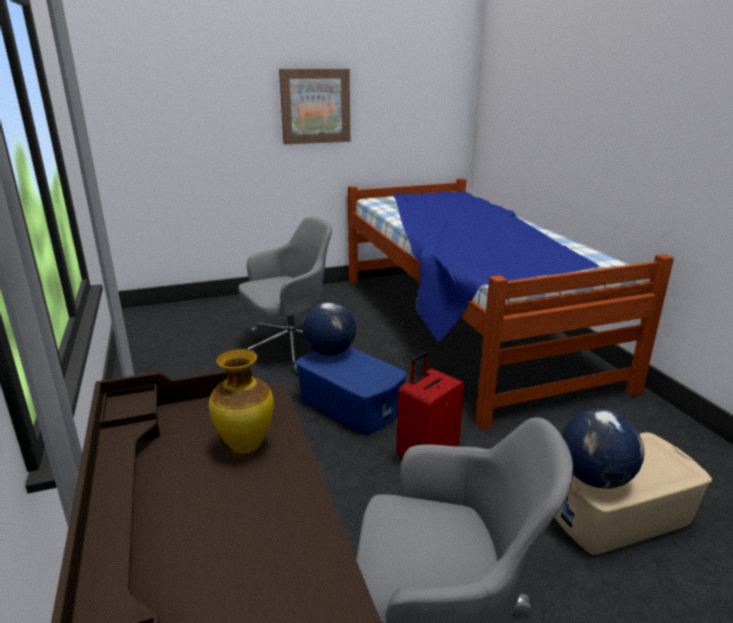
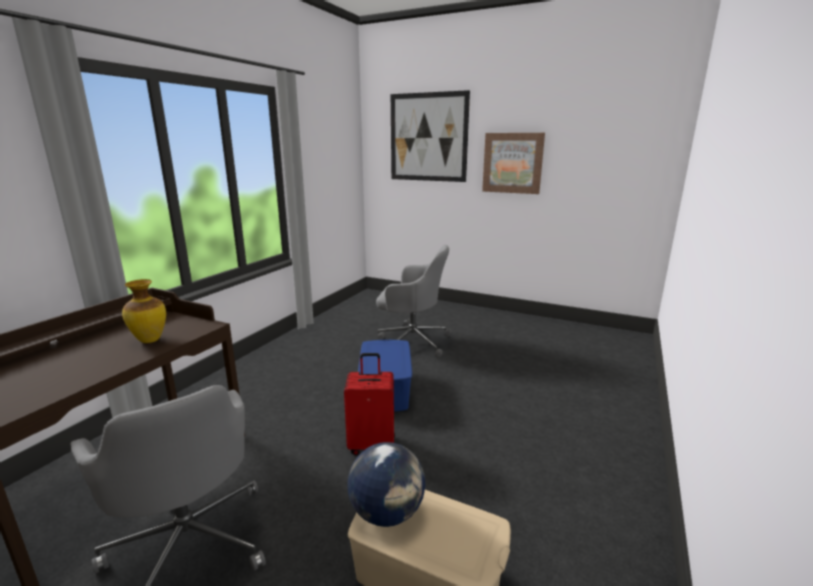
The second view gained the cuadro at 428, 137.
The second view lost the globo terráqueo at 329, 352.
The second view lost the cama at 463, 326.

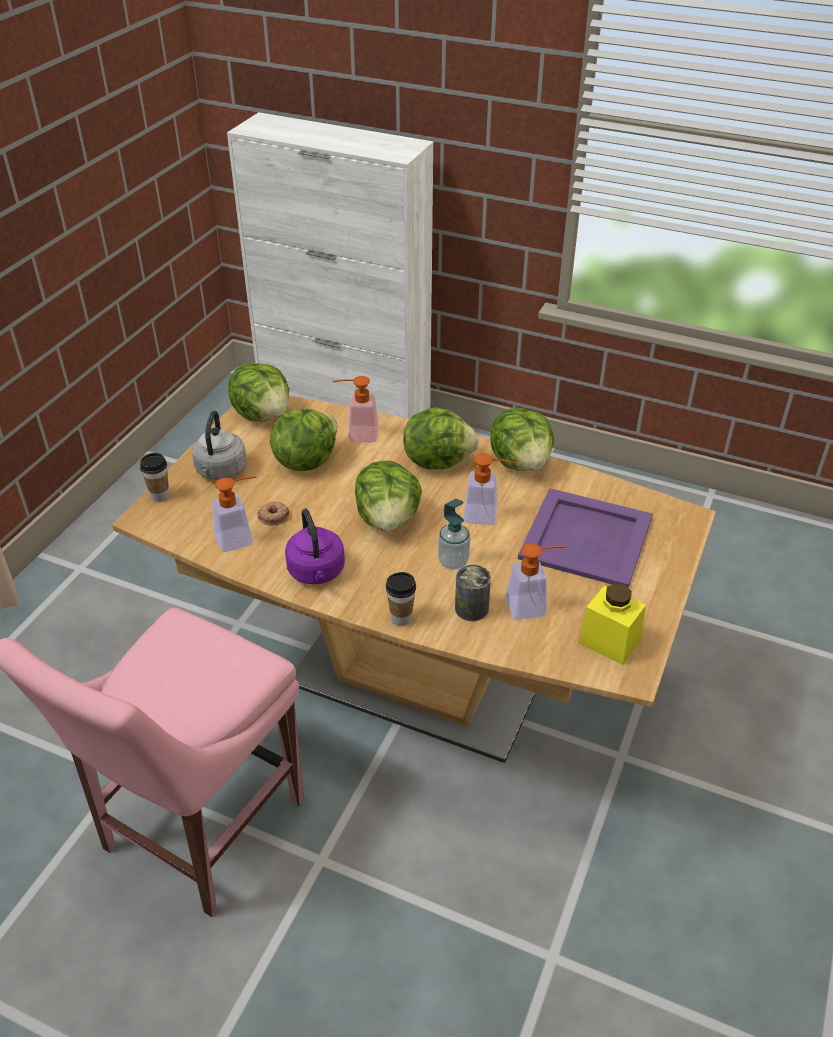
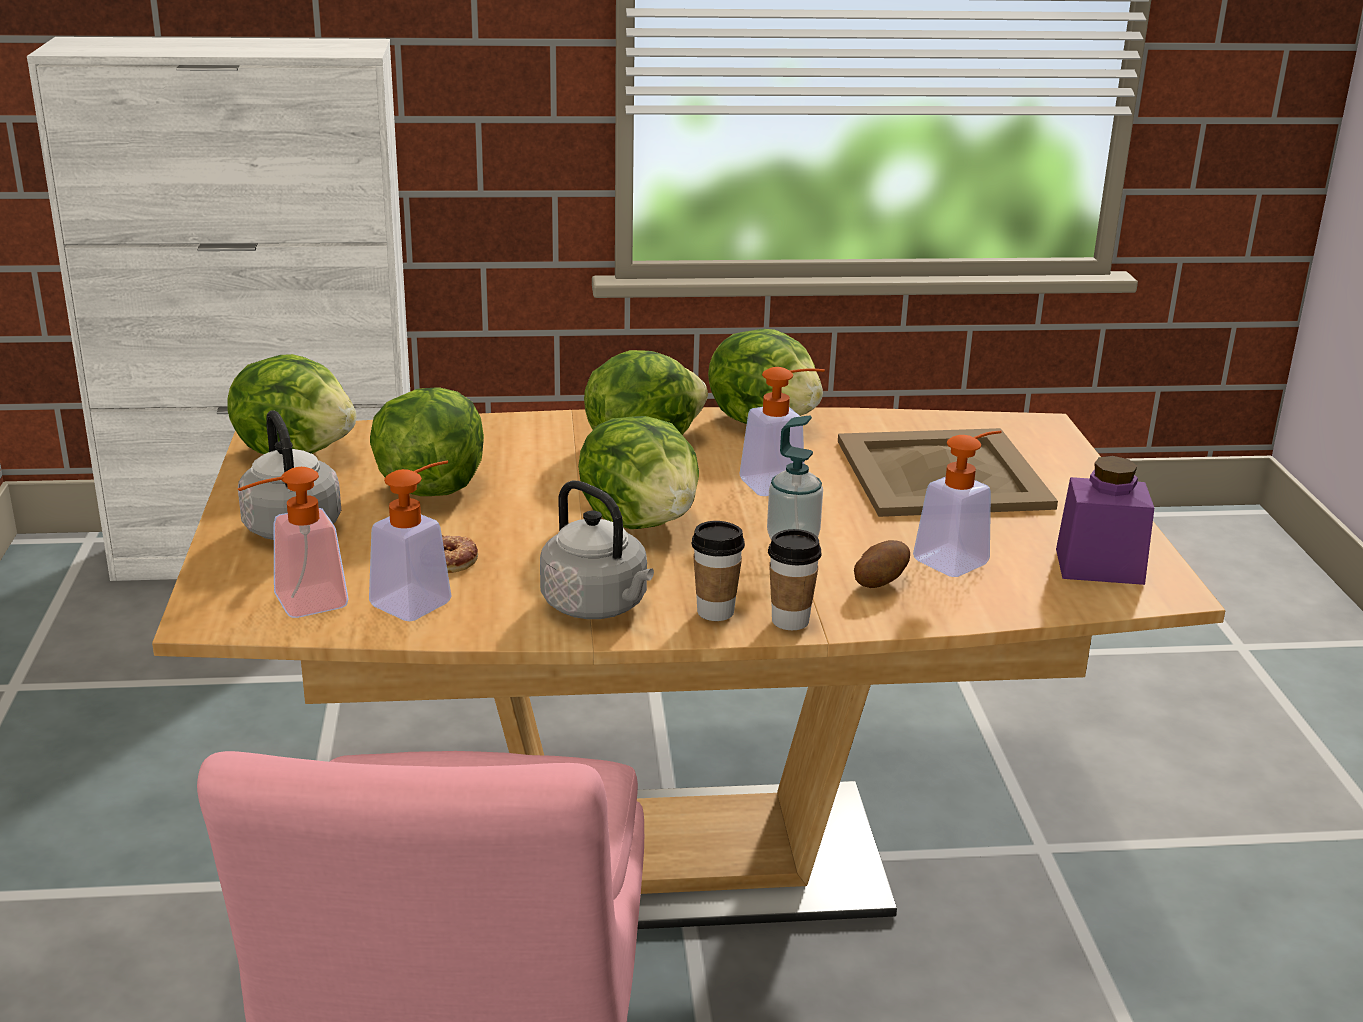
The dispensador de jabón ended up elsewhere, having gone from 357, 434 to 297, 604.
What was the hervidor (morado) at 317, 572 turned into the hervidor (gris) at 598, 606.
The taza ended up elsewhere, having gone from 160, 495 to 715, 612.
What was the bandeja (morado) at 585, 538 turned into the bandeja (beis) at 941, 475.
Where the lata stood at 471, 608, the patata came to stand at 879, 583.
What was the tarro (amarillo) at 609, 641 turned into the tarro (morado) at 1099, 566.

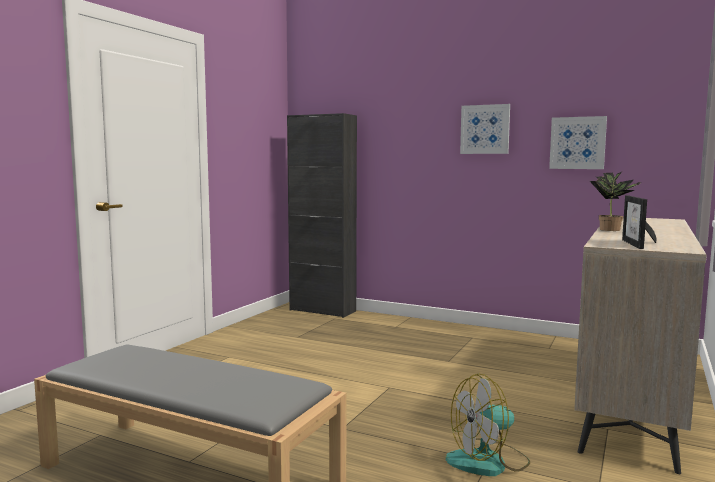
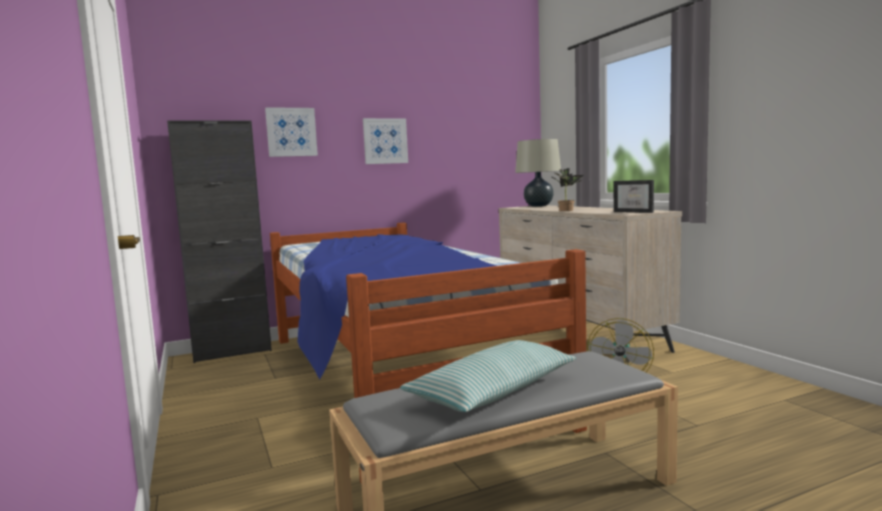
The cuadro ended up elsewhere, having gone from 577, 143 to 291, 132.
The second view gained the cama at 393, 375.
The second view gained the cojín at 493, 391.
The second view gained the lámpara de mesa (beis) at 538, 206.

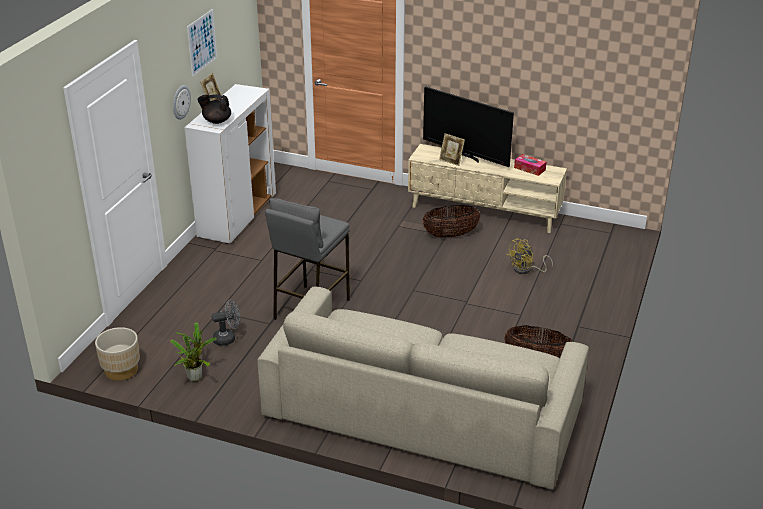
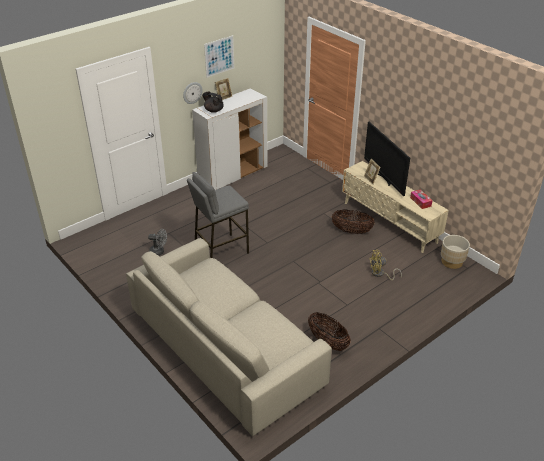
The maceta (beis) ended up elsewhere, having gone from 121, 370 to 452, 262.
The second view lost the planta en maceta at 196, 376.

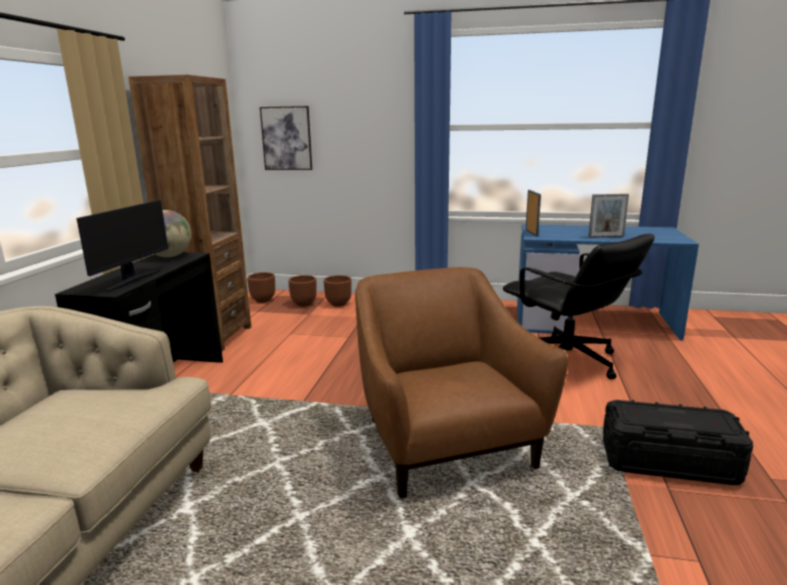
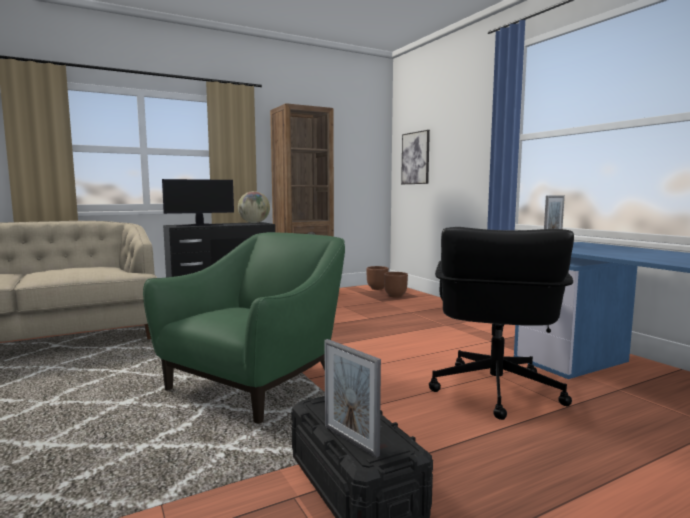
What was the sillón (marrón) at 444, 443 turned into the sillón (verde) at 256, 383.
The portarretratos ended up elsewhere, having gone from 606, 237 to 350, 440.
The second view lost the maceta (marrón) at 338, 304.

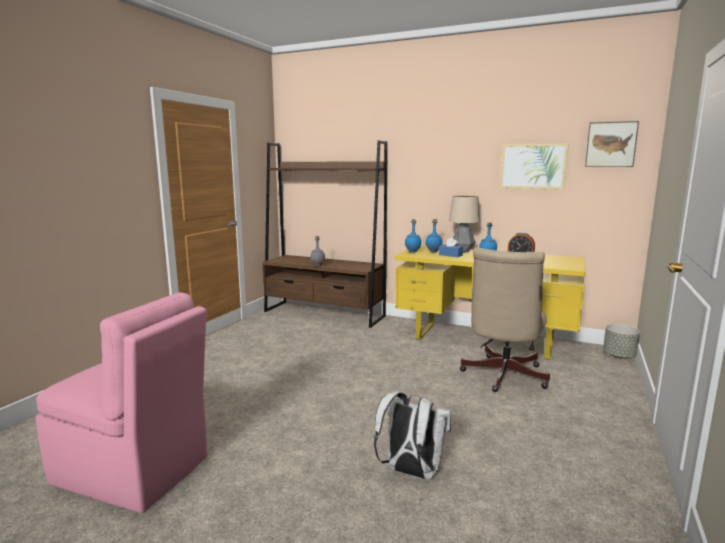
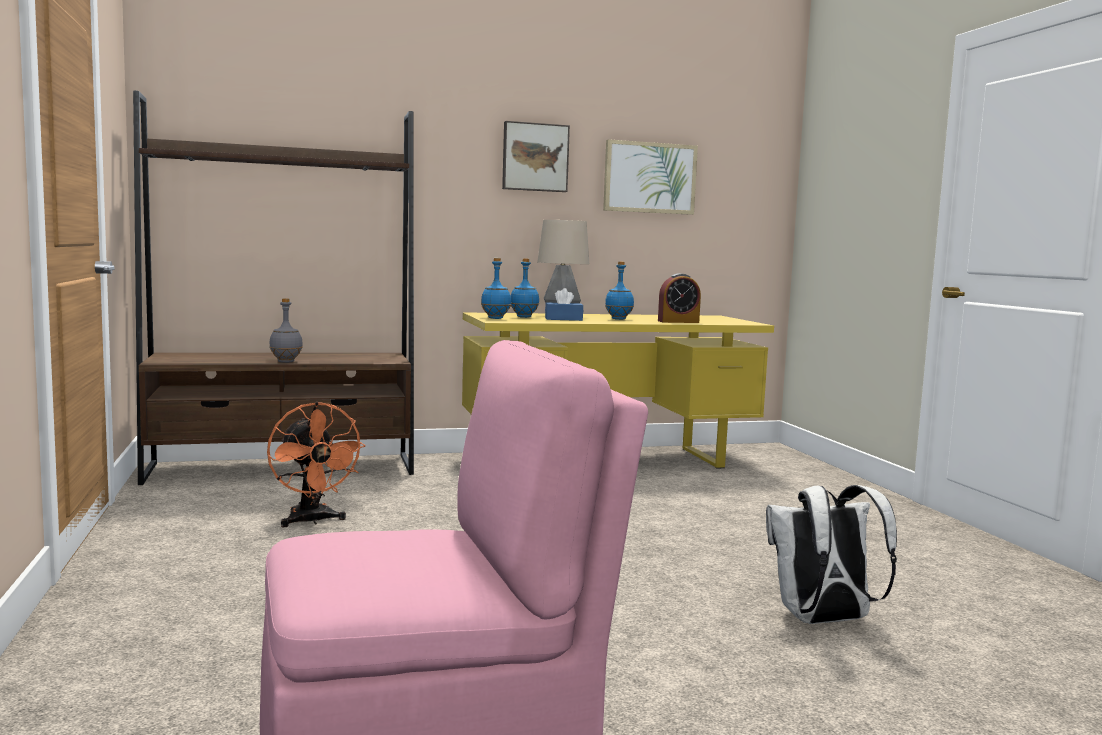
The second view gained the ventilador (naranja) at 312, 521.
The cuadro ended up elsewhere, having gone from 611, 144 to 535, 157.
The second view lost the silla de oficina (beis) at 502, 376.
The second view lost the maceta (gris) at 619, 356.

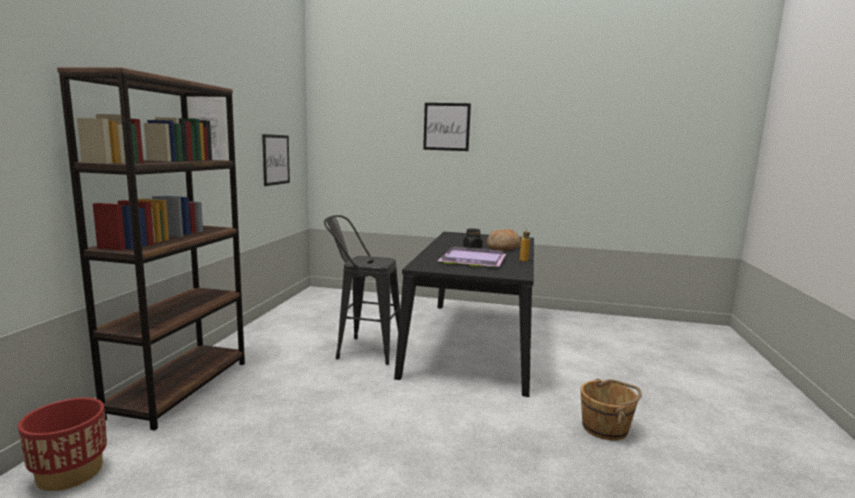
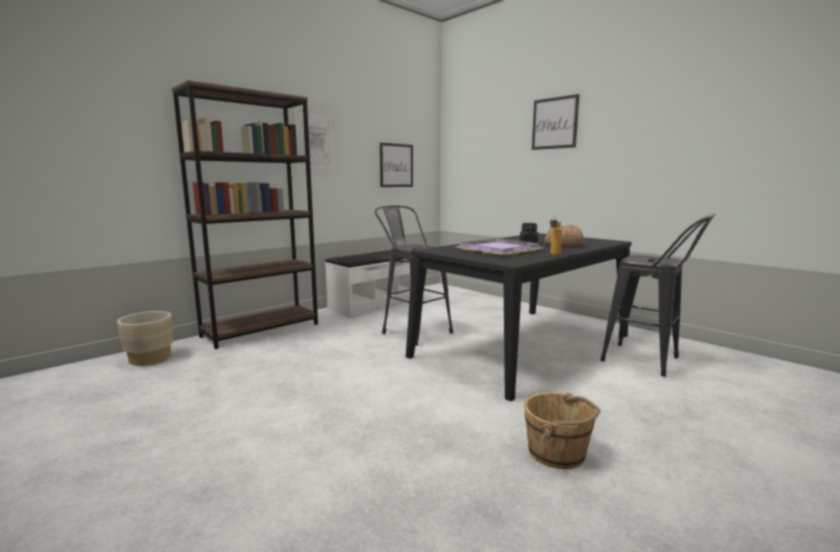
What was the maceta (rojo) at 70, 473 turned into the maceta (beis) at 150, 358.
The second view gained the banco (blanco) at 375, 303.
The second view gained the taburete (negro) at 649, 362.

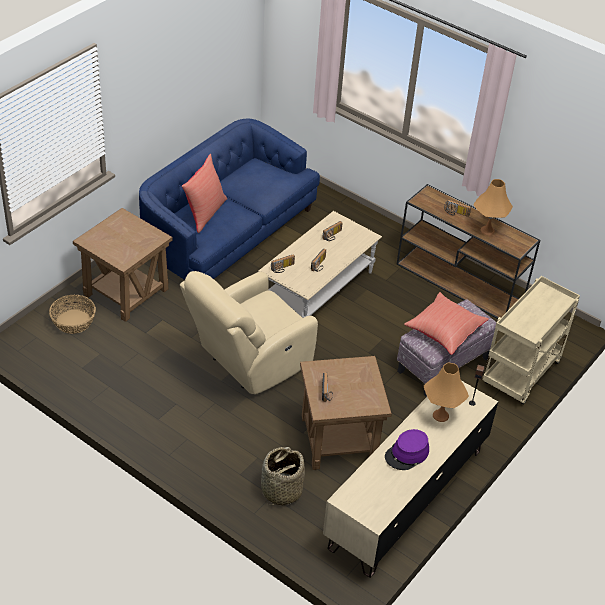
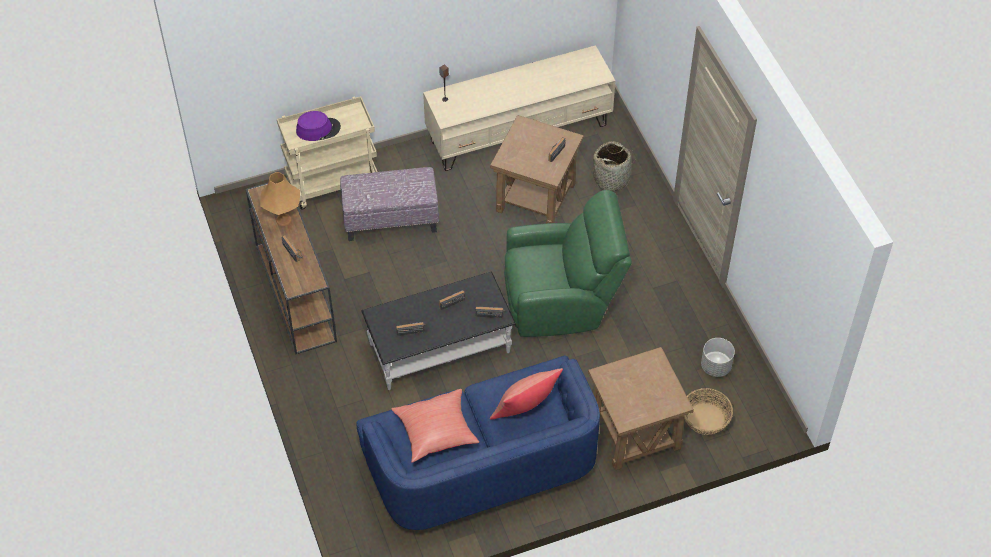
The sombrero (morado) ended up elsewhere, having gone from 407, 454 to 318, 129.
What was the mesa de centro (beis) at 318, 289 turned into the mesa de centro (negro) at 439, 348.
The cojín (rojo) ended up elsewhere, having gone from 444, 331 to 436, 433.
What was the sillón (beis) at 248, 361 turned into the sillón (verde) at 562, 300.
The second view gained the maceta (gris) at 716, 366.
The second view lost the lámpara de mesa (naranja) at 440, 415.

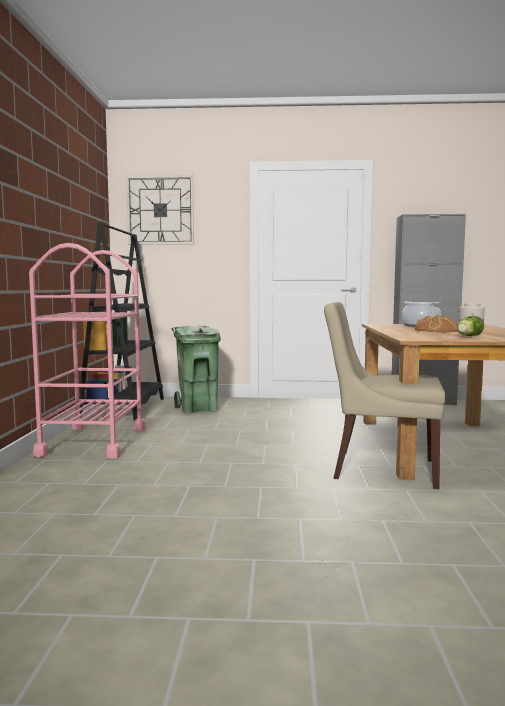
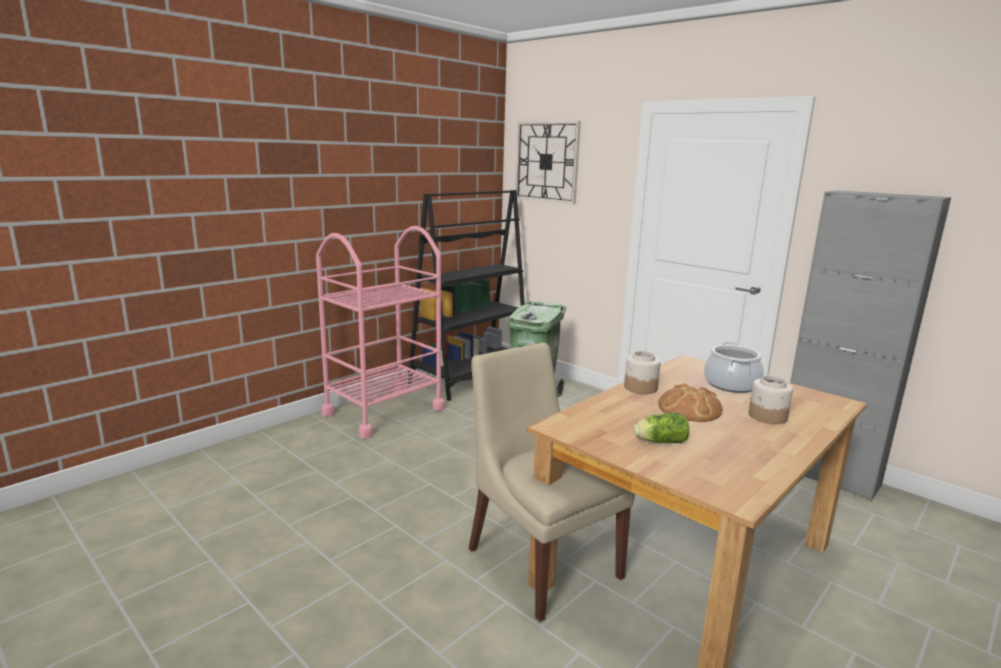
The second view gained the tarro at 640, 388.

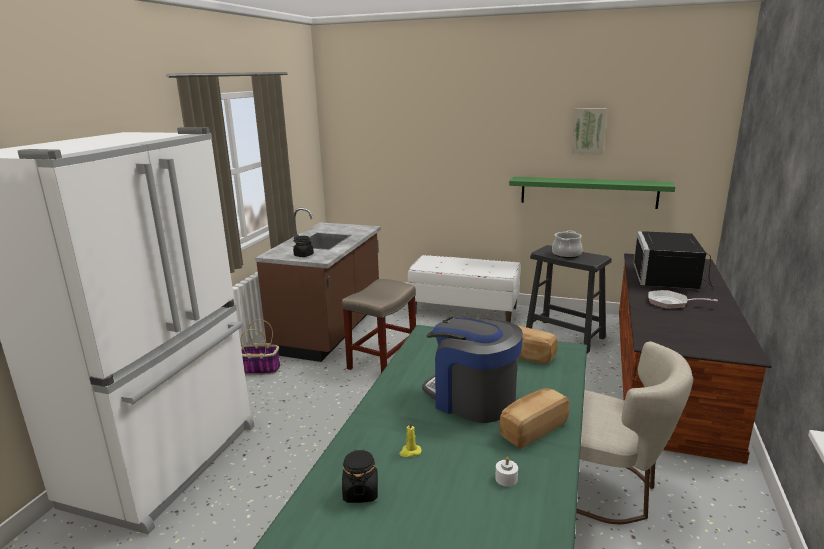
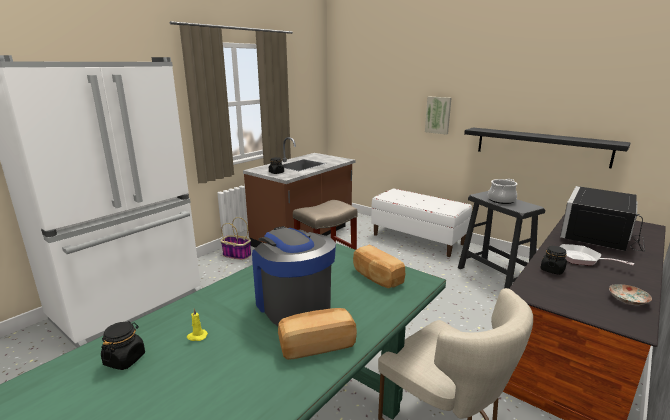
The cuadro ended up elsewhere, having gone from 588, 131 to 438, 115.
What was the estante (verde) at 588, 192 turned into the estante (negro) at 541, 146.
The second view gained the tarro (negro) at 552, 270.
The second view gained the plato at 627, 300.
The second view lost the vela (blanco) at 506, 478.

